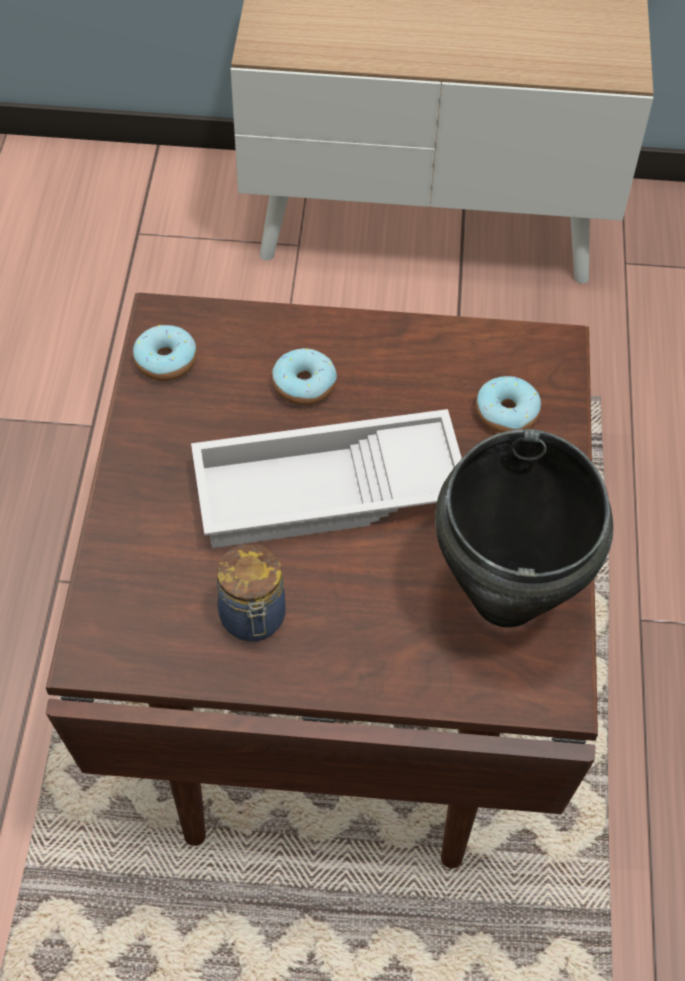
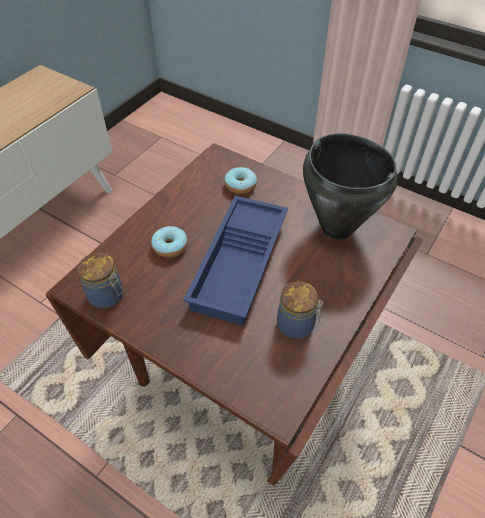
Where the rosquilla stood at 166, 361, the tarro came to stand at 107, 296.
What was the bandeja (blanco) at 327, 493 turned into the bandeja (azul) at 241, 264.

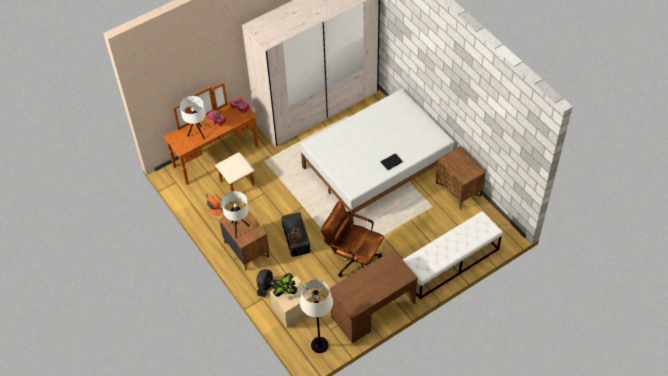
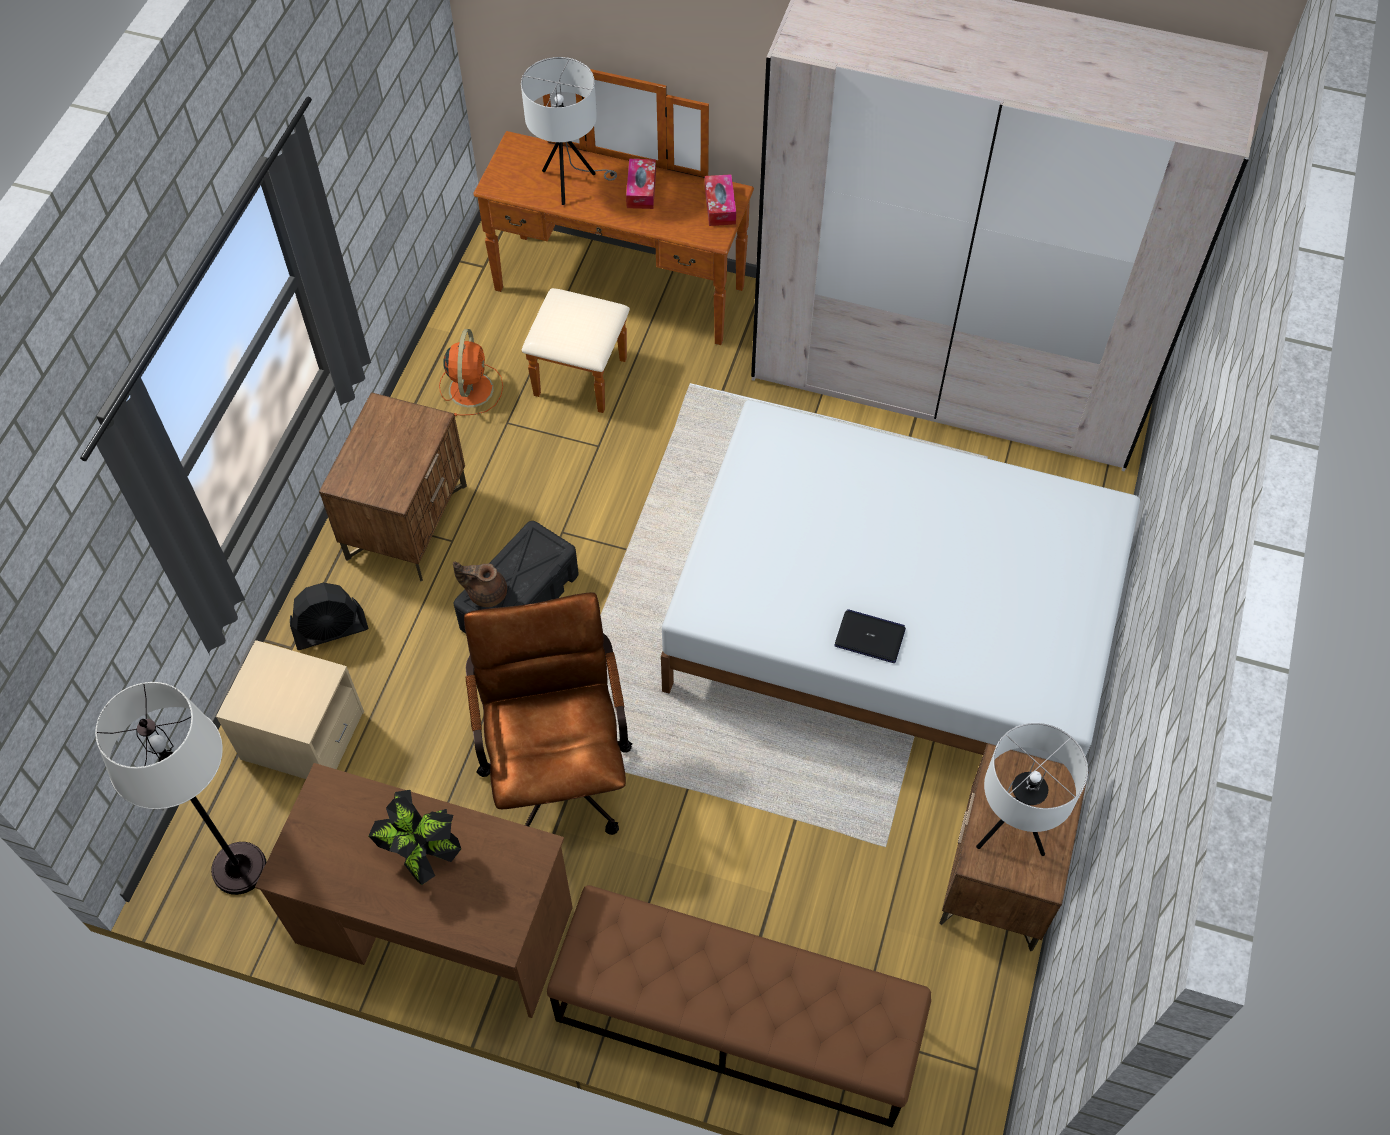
The planta en maceta ended up elsewhere, having gone from 284, 292 to 422, 852.
What was the banco (blanco) at 450, 263 turned into the banco (marrón) at 735, 1021.
The lámpara de mesa (blanco) ended up elsewhere, having gone from 238, 228 to 1011, 830.

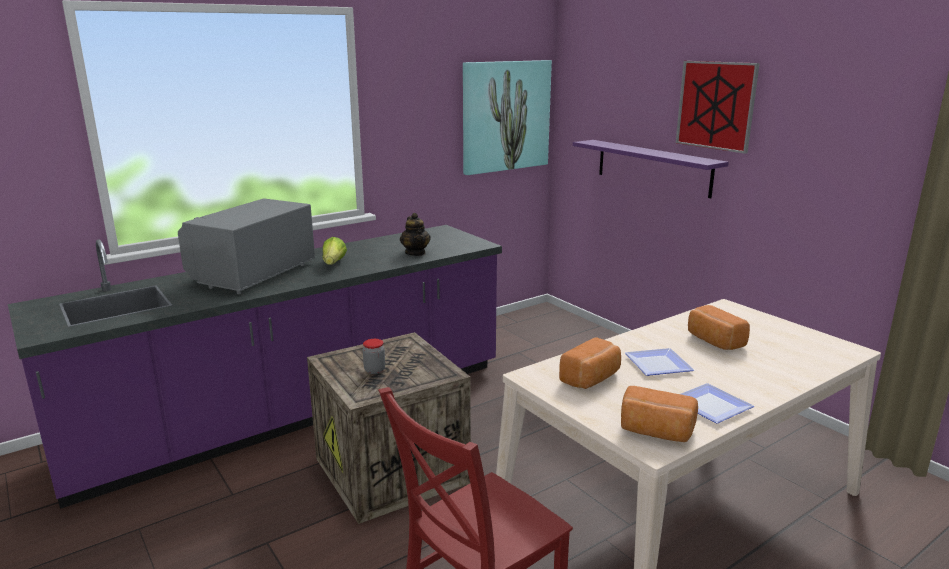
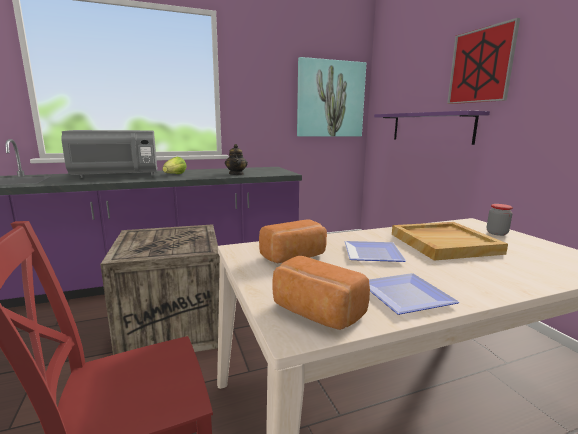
The microondas (gris) at 253, 274 ended up facing another way, 150 degrees counterclockwise from before.
Where the pan stood at 713, 341, the bandeja (beis) came to stand at 444, 243.
The tarro ended up elsewhere, having gone from 374, 370 to 497, 233.

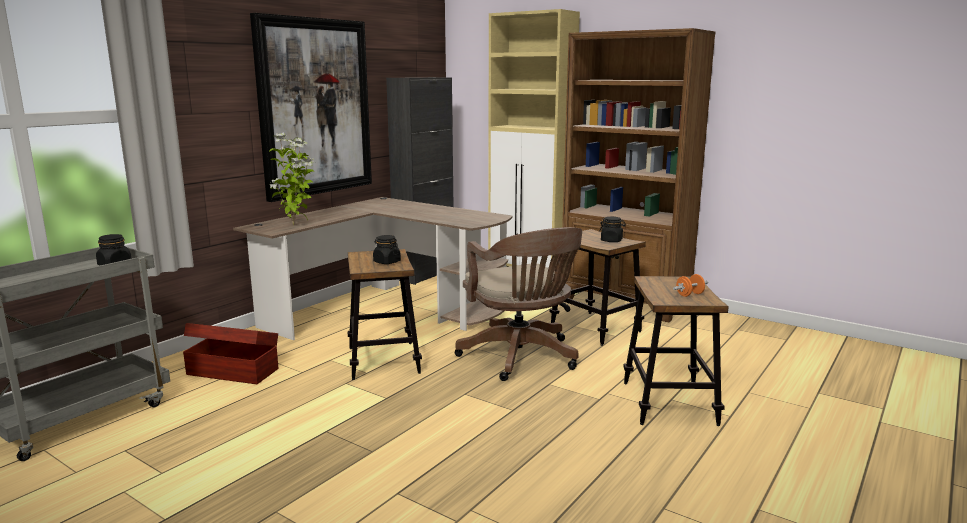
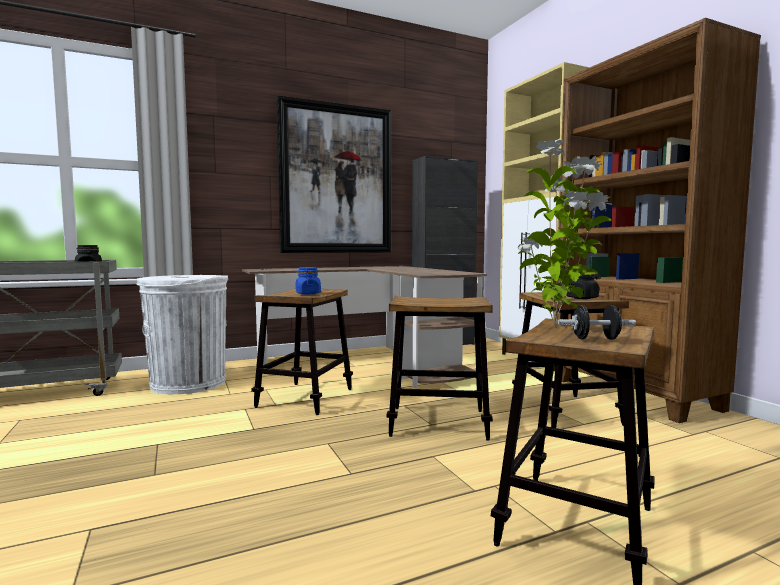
Where the caja de almacenaje (marrón) stood at 233, 371, the papelera (blanco) came to stand at 188, 383.
What was the tarro (negro) at 386, 262 turned into the tarro (azul) at 308, 293.
Where the silla de oficina (marrón) stood at 521, 358, the taburete came to stand at 438, 423.
The planta en maceta ended up elsewhere, having gone from 295, 225 to 557, 326.
What was the mancuerna (naranja) at 689, 295 turned into the mancuerna (negro) at 595, 339.

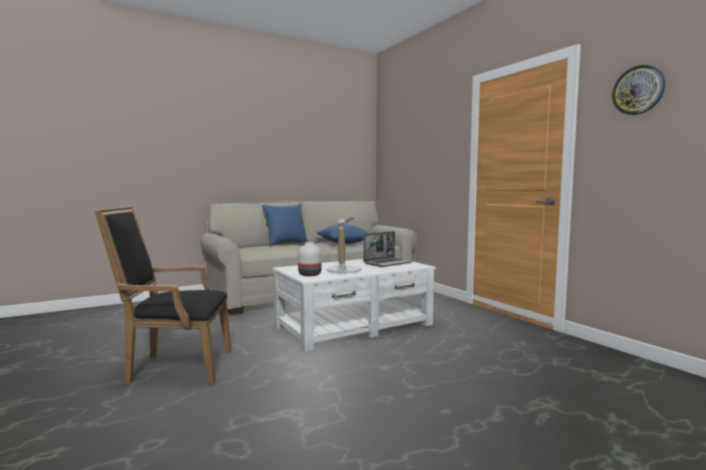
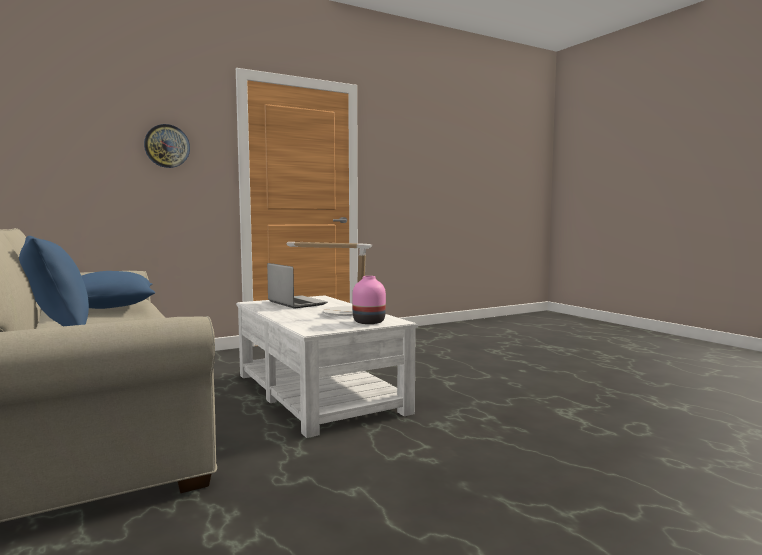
The reloj de pared ended up elsewhere, having gone from 638, 90 to 167, 146.
What was the florero (blanco) at 309, 274 turned into the florero (rosa) at 370, 322.
The second view lost the sillón (negro) at 174, 367.

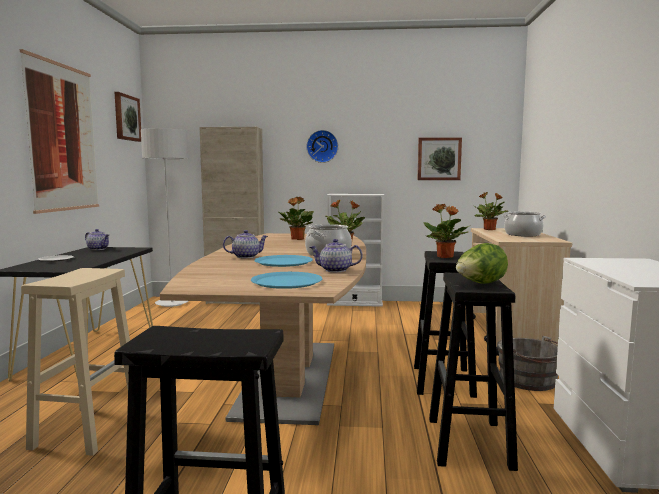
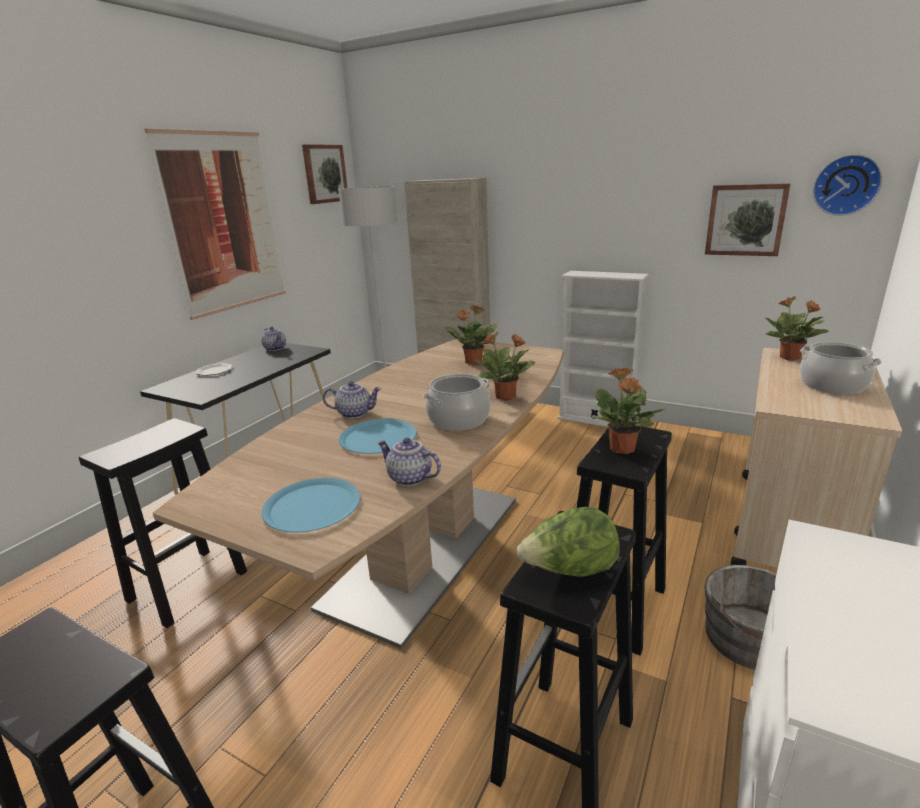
What was the taburete (beis) at 88, 428 turned into the taburete (negro) at 189, 584.
The reloj de pared ended up elsewhere, having gone from 322, 146 to 846, 185.

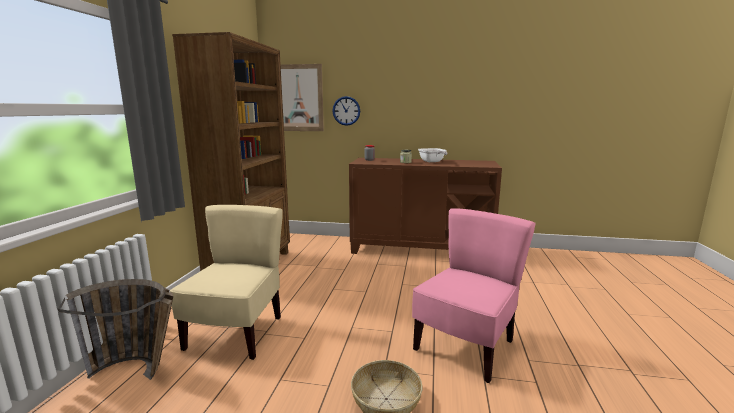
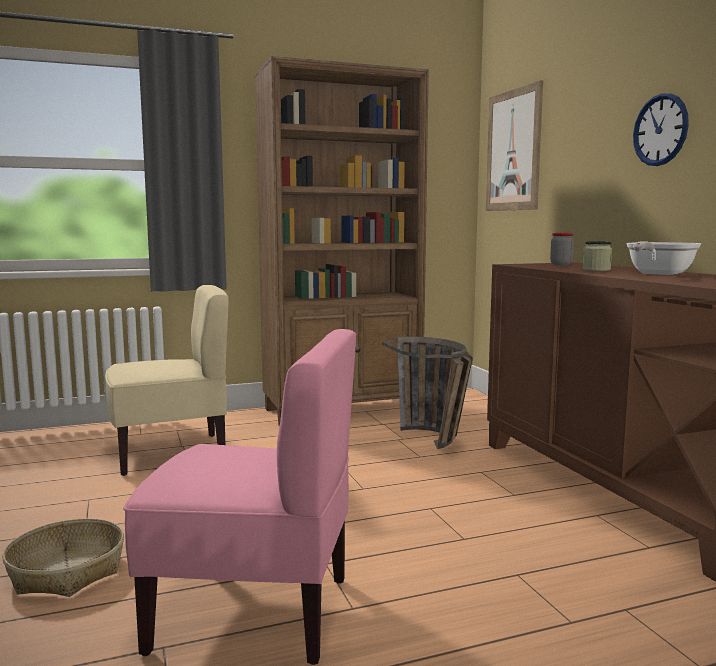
The cesta ended up elsewhere, having gone from 140, 372 to 436, 442.
The reloj de pared ended up elsewhere, having gone from 346, 111 to 660, 130.

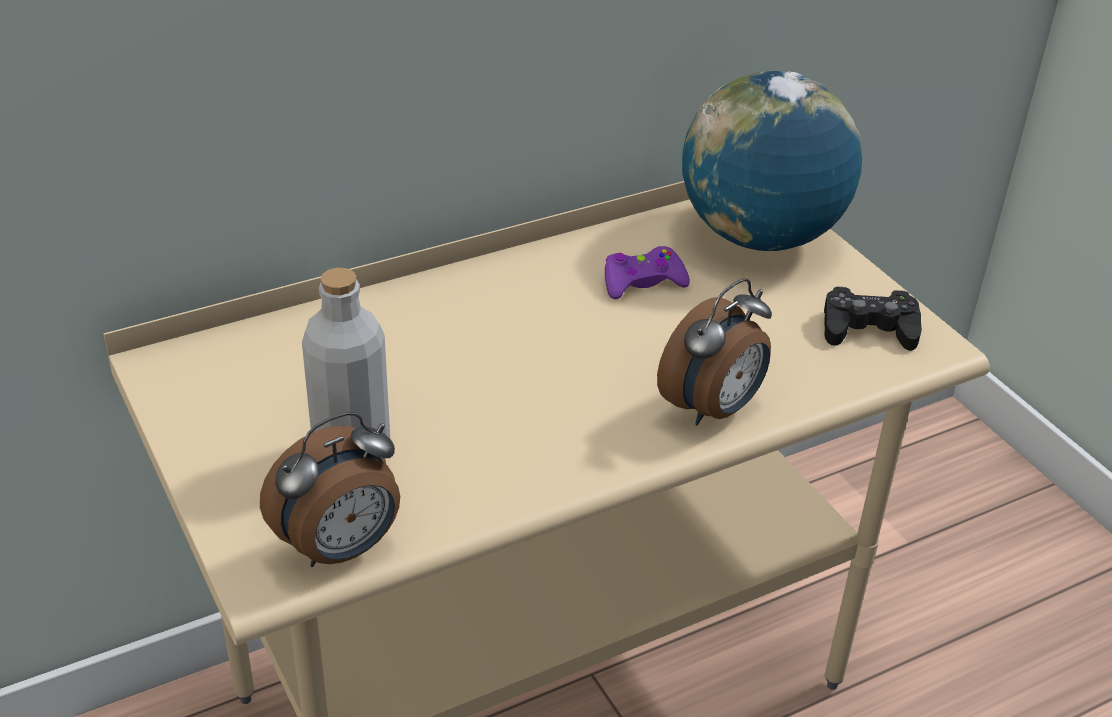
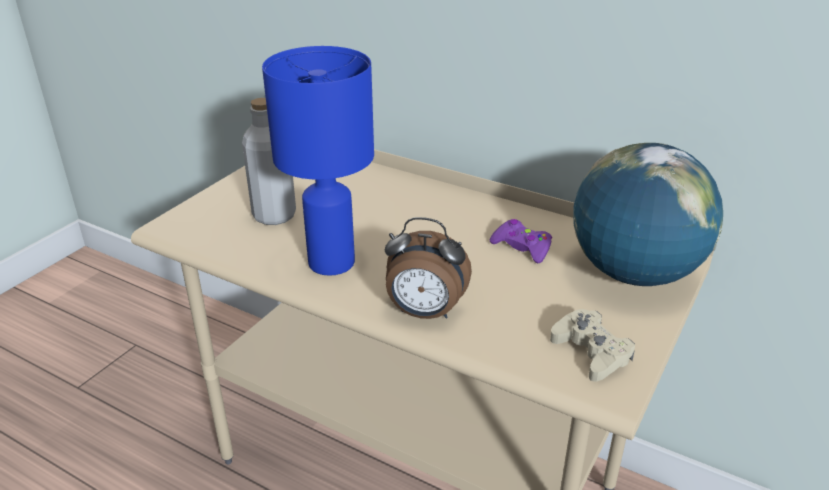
The second view gained the lámpara de mesa (azul) at 333, 262.
What was the mando de consola (negro) at 868, 329 turned into the mando de consola (beis) at 591, 352.
The second view lost the despertador at 341, 549.

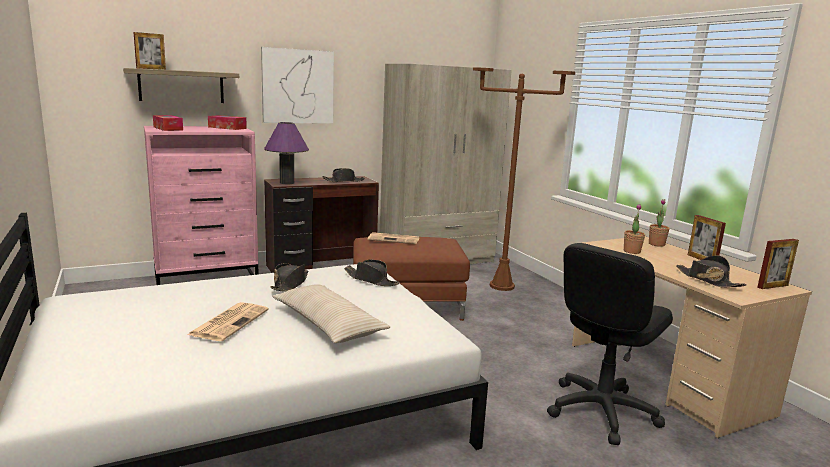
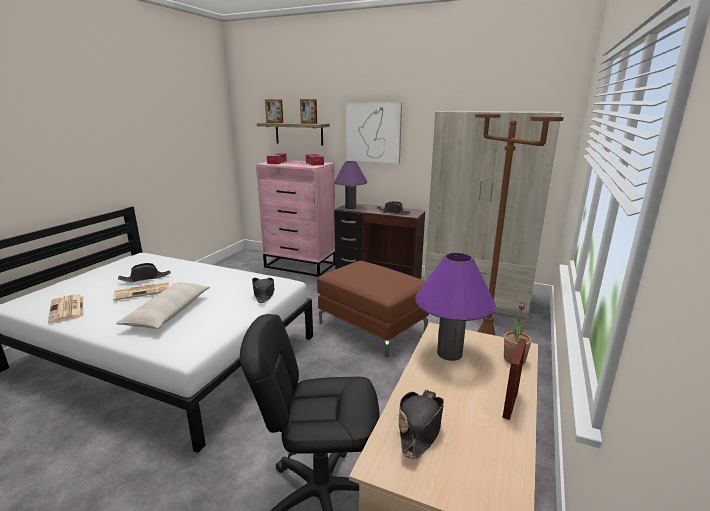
The periódico ended up elsewhere, having gone from 394, 239 to 67, 309.
The sombrero (negro) ended up elsewhere, having gone from 290, 284 to 145, 278.
The portarretratos ended up elsewhere, having gone from 772, 286 to 309, 123.
Where the planta en maceta stood at 631, 251, the lámpara de mesa (morado) came to stand at 449, 353.

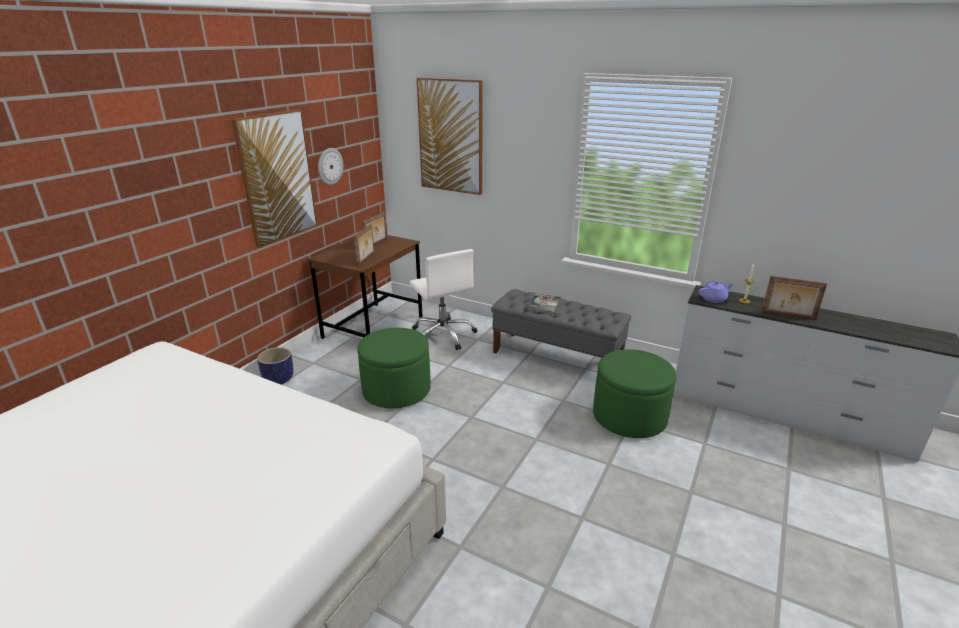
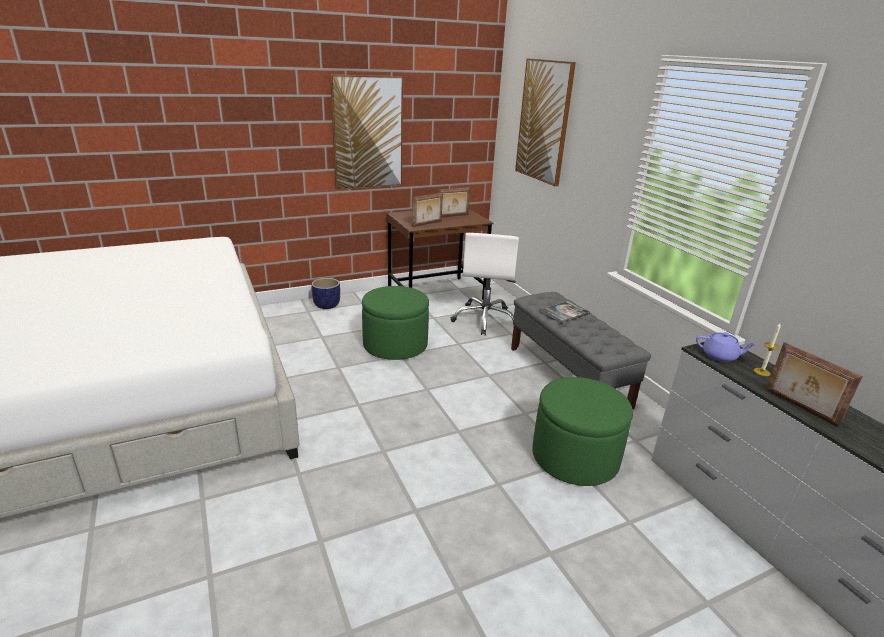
The second view lost the reloj de pared at 329, 166.

